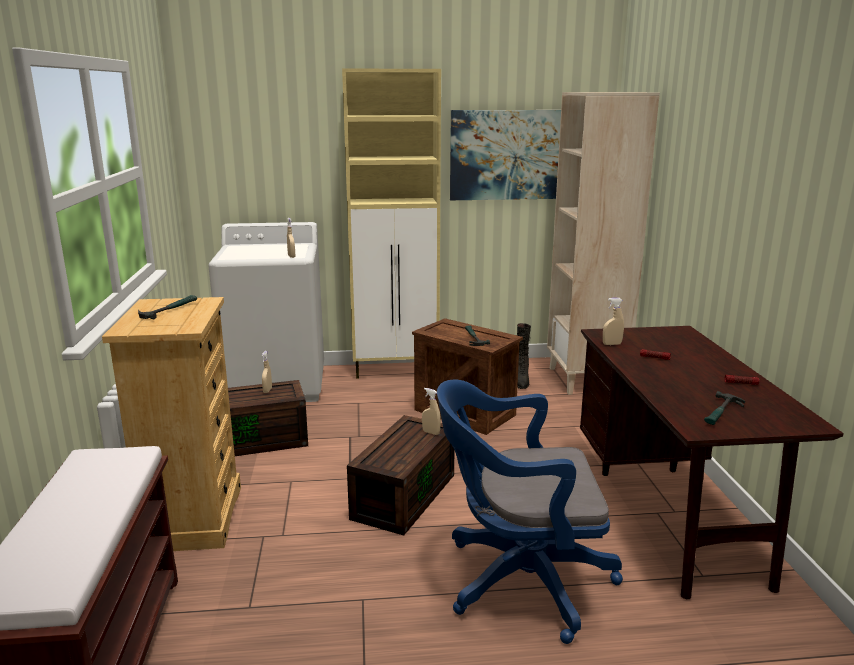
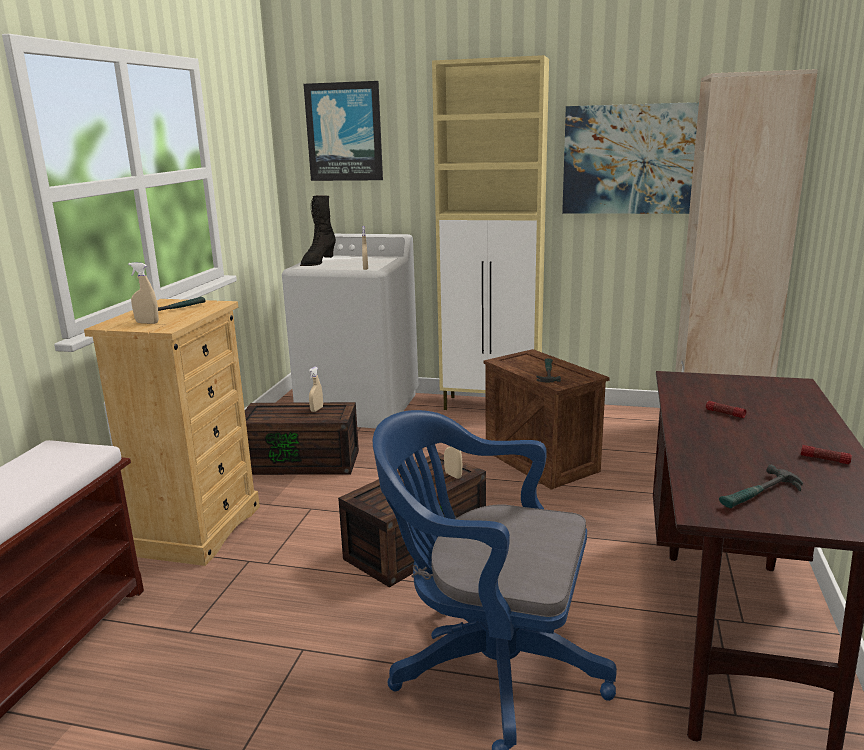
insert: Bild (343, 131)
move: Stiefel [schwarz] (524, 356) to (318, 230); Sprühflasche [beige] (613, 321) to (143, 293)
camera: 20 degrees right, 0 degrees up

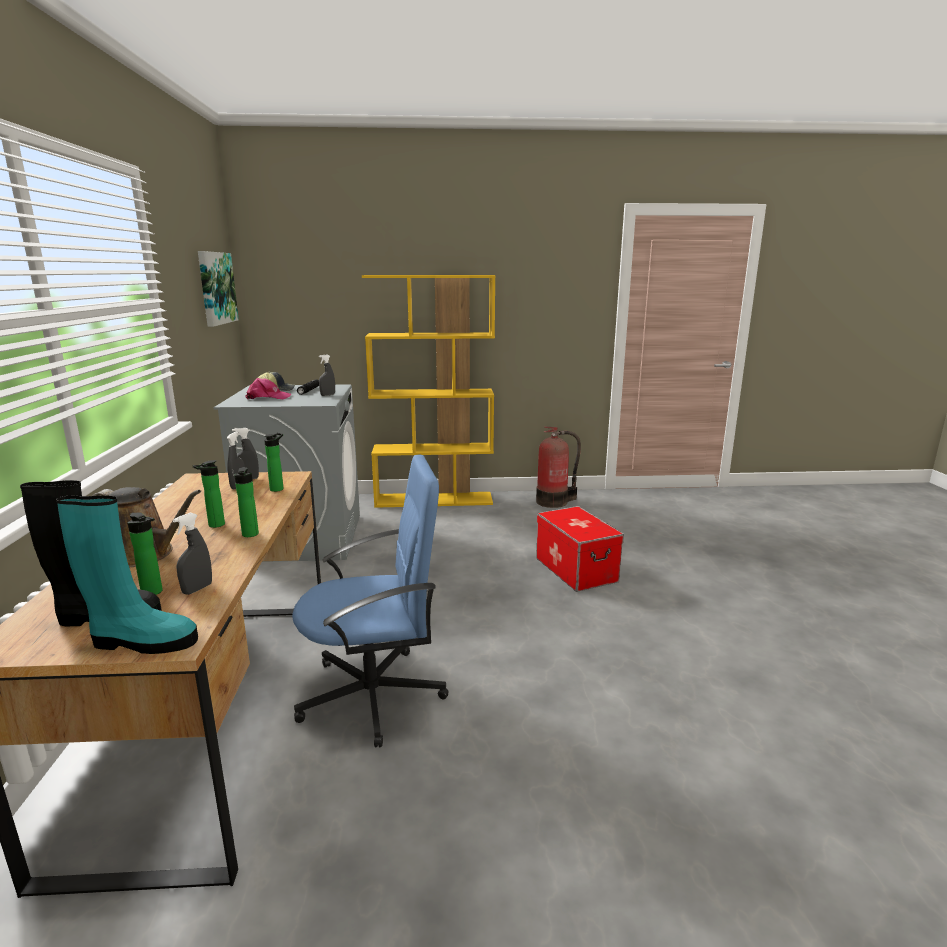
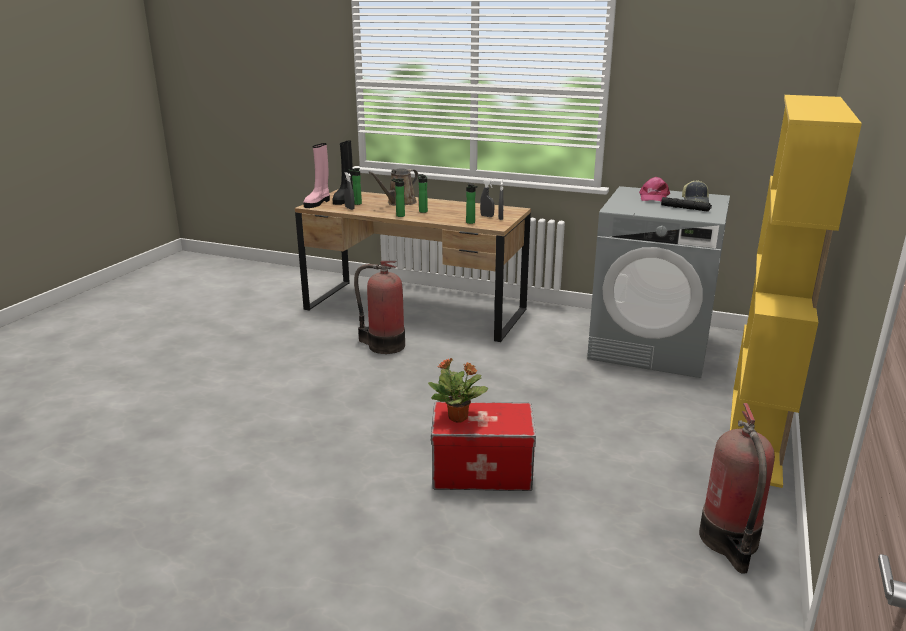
delete: Bild (218, 289); Sprühflasche [grau] (327, 375)
insert: Topfpflanze (458, 390)
replace: Bürostuhl [blau] (370, 601) to Feuerlöscher (379, 307)
recolor: Stiefel [türkis] (127, 574) to Stiefel [rosa] (316, 175)
camera: 115 degrees right, 5 degrees up

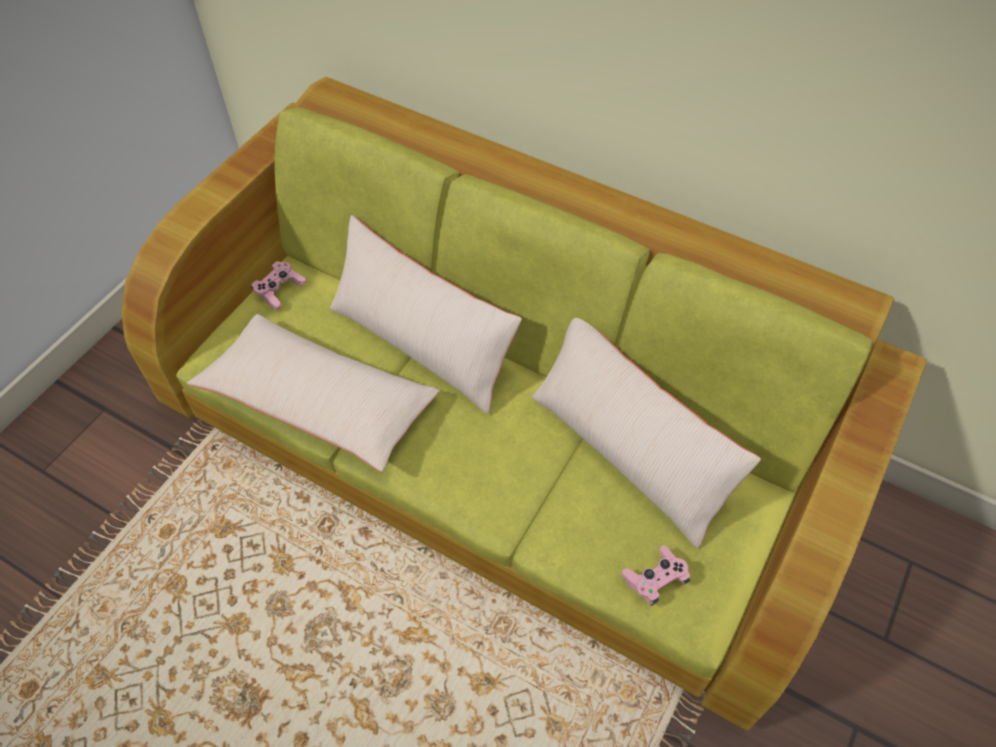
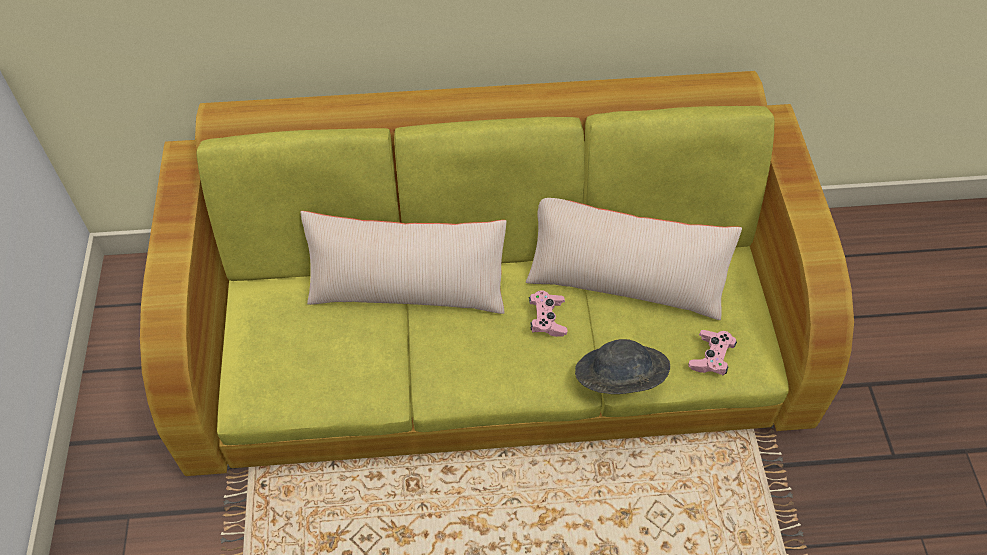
delete: Kissen [beige] (313, 393)
insert: Hut [grau] (622, 366)
move: Gamepad [rosa] (278, 285) to (548, 313)
camera: 35 degrees left, 0 degrees up

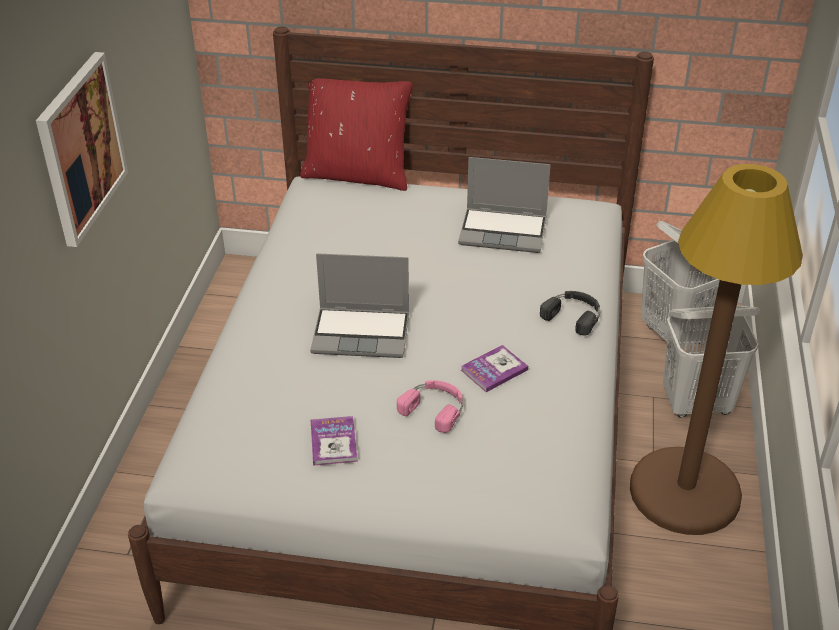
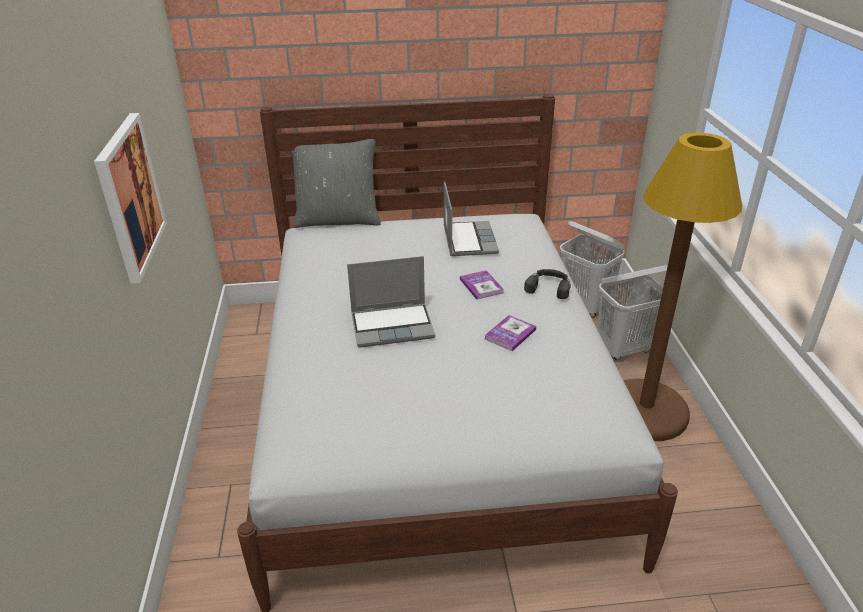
delete: Kopfhörer [rosa] (430, 406)
move: Buch (334, 441) to (482, 285)
recolor: Kissen [rot] (356, 134) to Kissen [grau] (336, 183)
rotate: Laptop (504, 205) = (471, 218) 90 degrees counterclockwise
camera: 15 degrees left, 5 degrees down

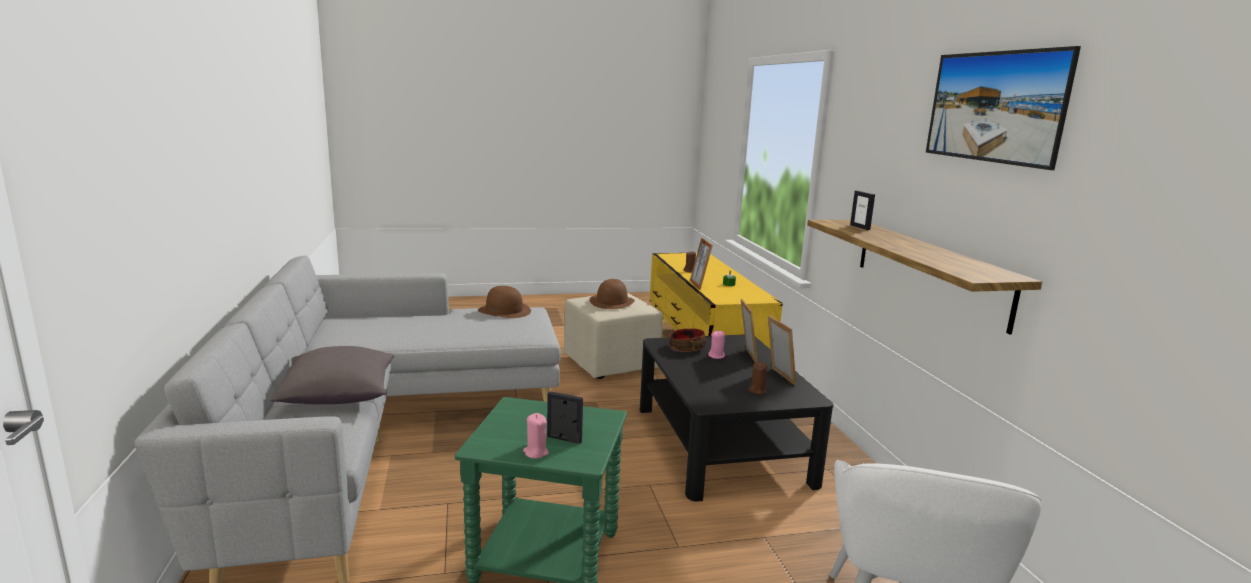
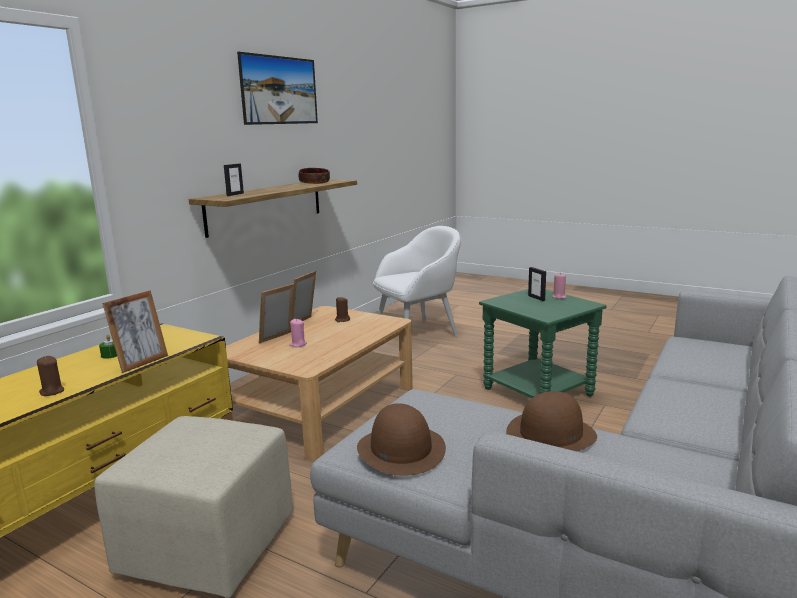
delete: Kissen [grau] (331, 375)
move: Hut [braun] (612, 294) to (551, 421); Schüssel (687, 340) to (314, 176)
recolor: Couchtisch [schwarz] (736, 418) to Couchtisch [beige] (316, 383)
camera: 135 degrees left, 0 degrees up

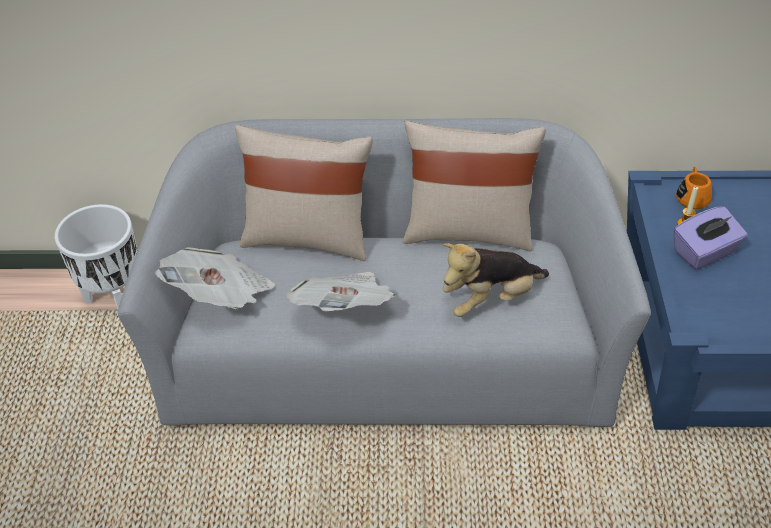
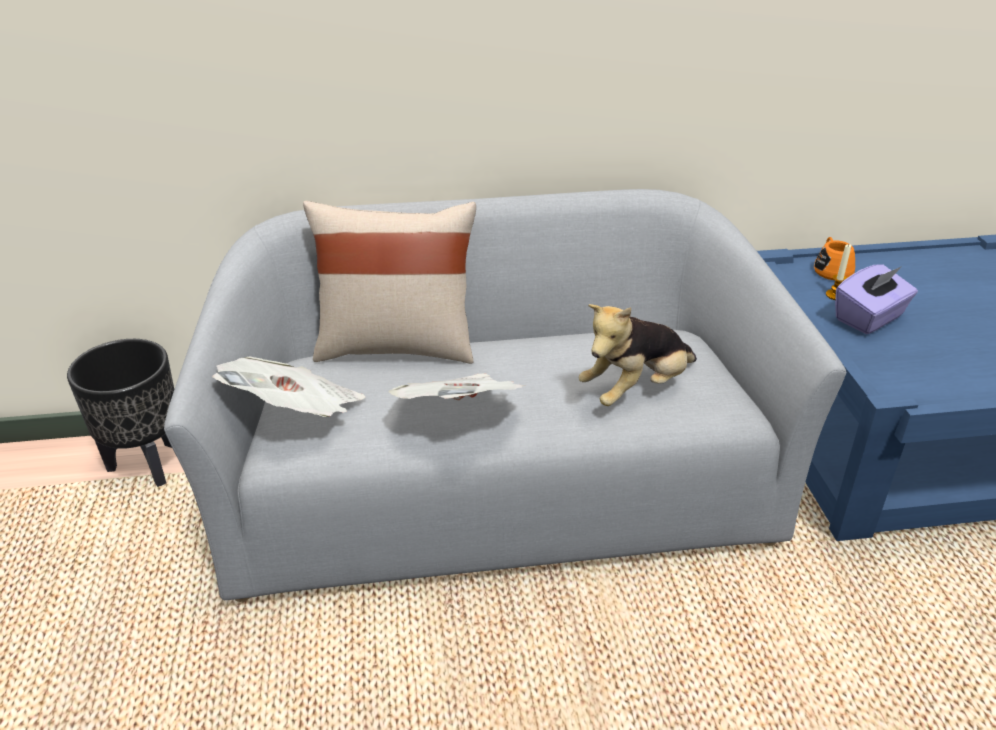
delete: Kissen [beige] (474, 186)
recolor: Pflanzkübel [weiß] (96, 256) to Pflanzkübel [schwarz] (120, 413)
camera: 10 degrees left, 10 degrees down

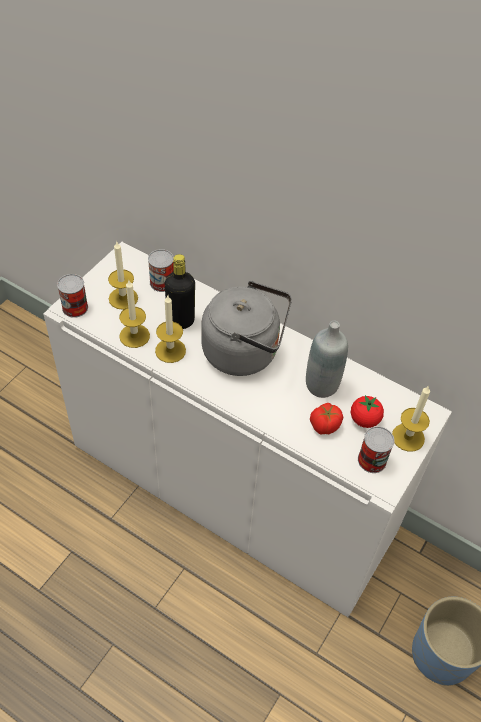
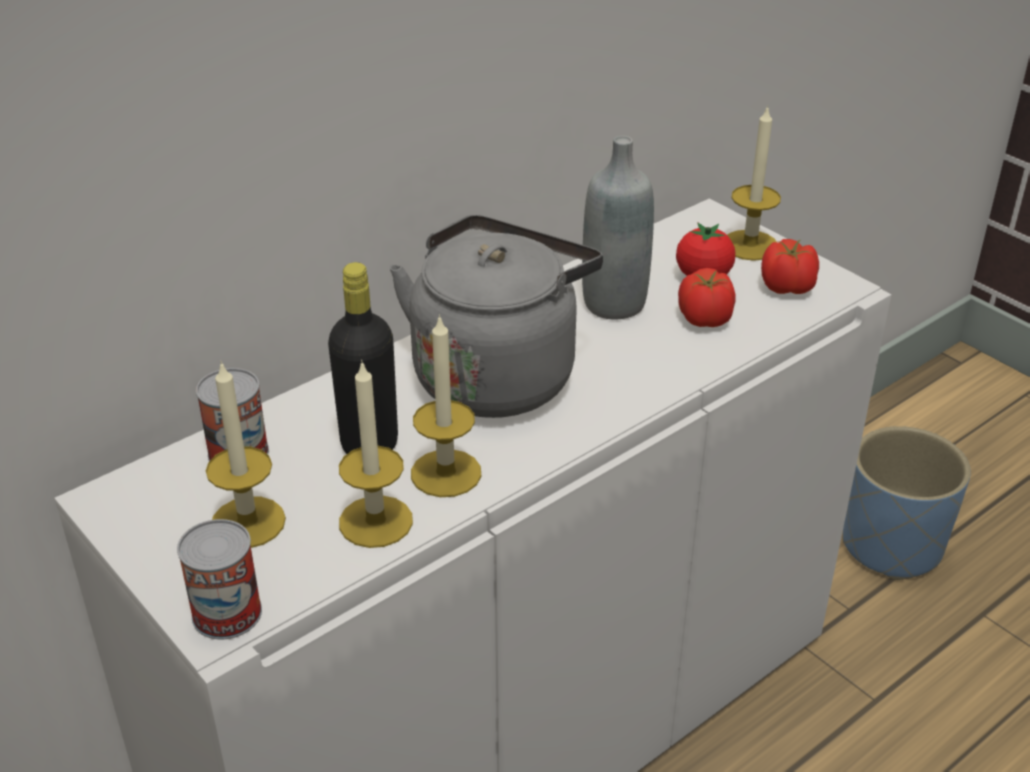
replace: Dose (376, 449) to Tomate (790, 266)
camera: 70 degrees left, 15 degrees down

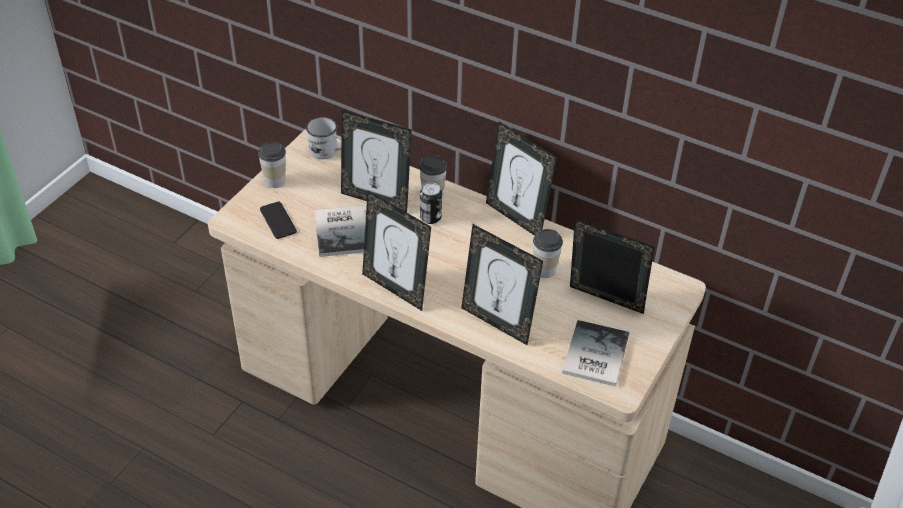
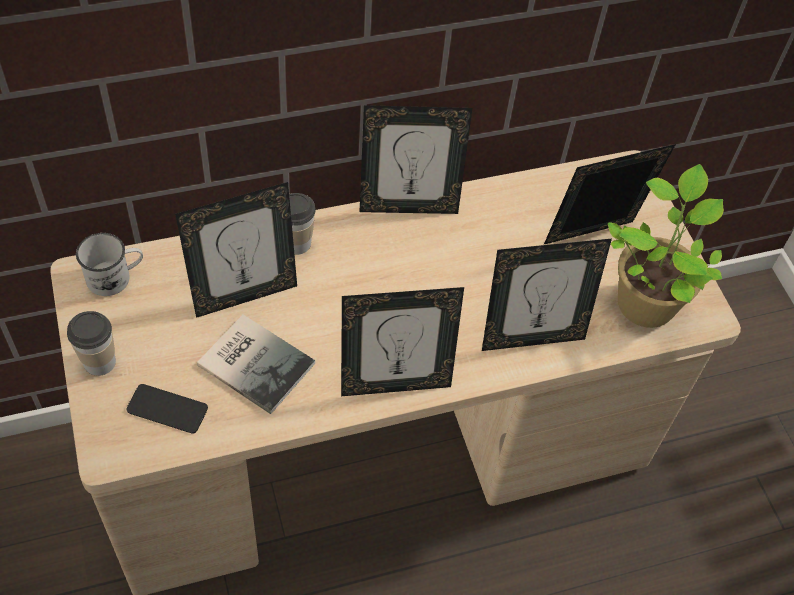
delete: Dose (431, 203); Tasse (548, 253)
replace: Buch (595, 353) to Topfpflanze (666, 246)
camera: 50 degrees left, 10 degrees up

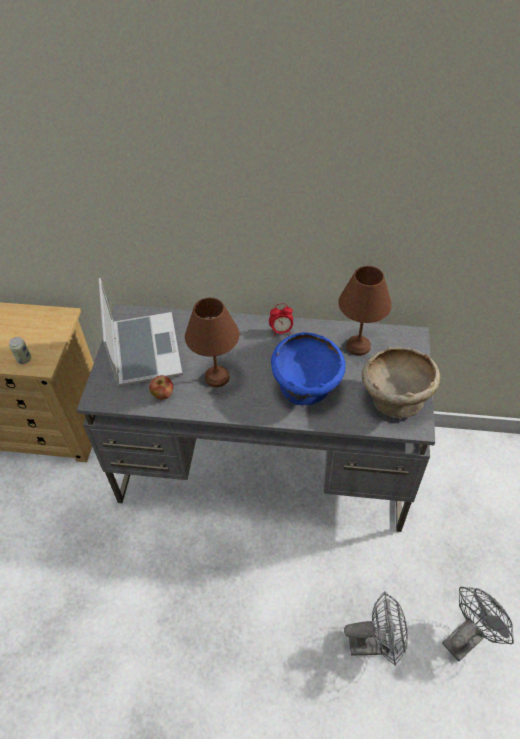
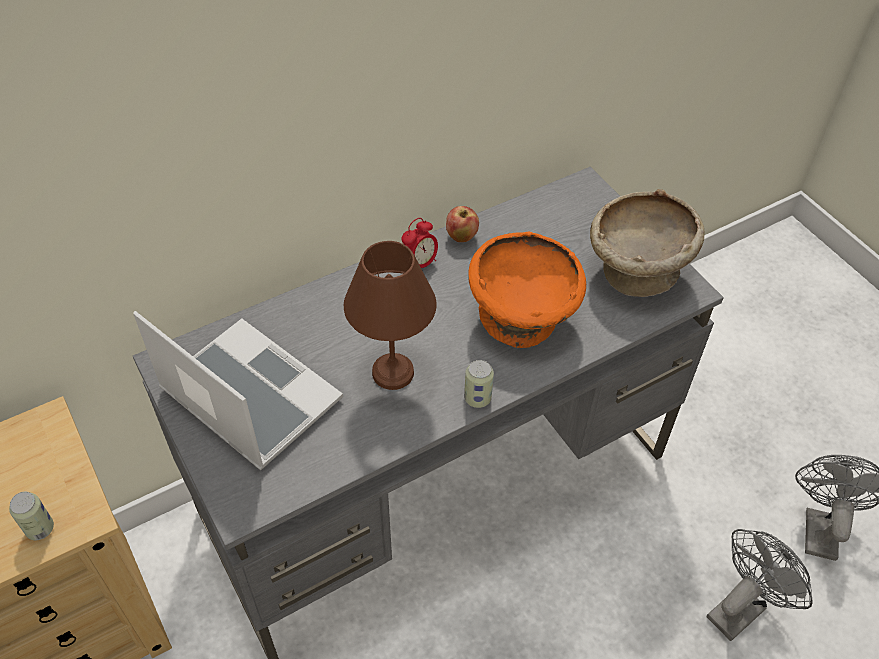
delete: Tischlampe [braun] (365, 311)
insert: Dose (479, 384)
move: Apfel (161, 387) to (462, 224)
recolor: Schüssel [blau] (308, 368) to Schüssel [orange] (527, 290)
camera: 40 degrees left, 0 degrees up

